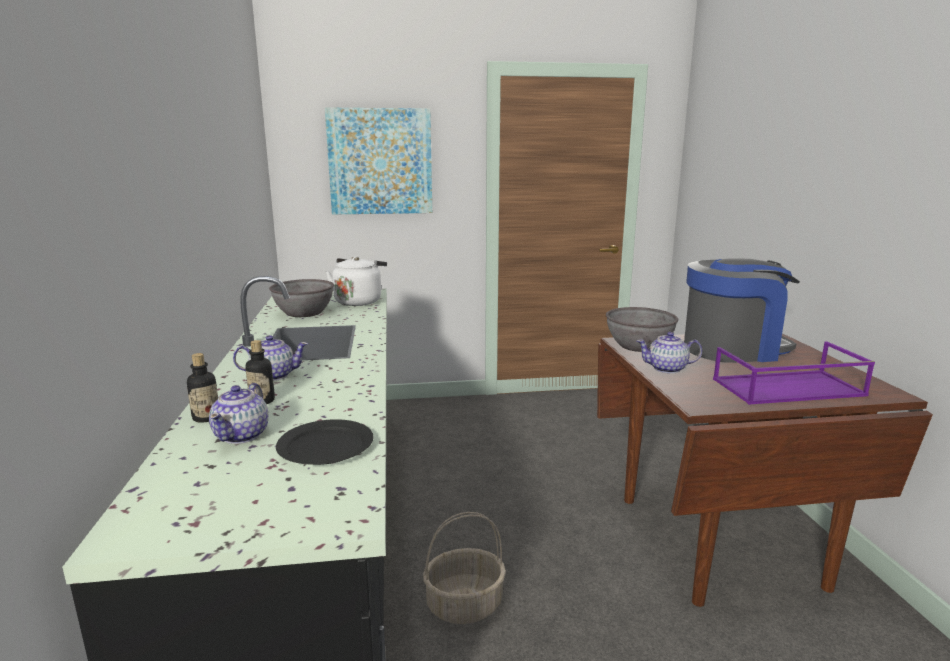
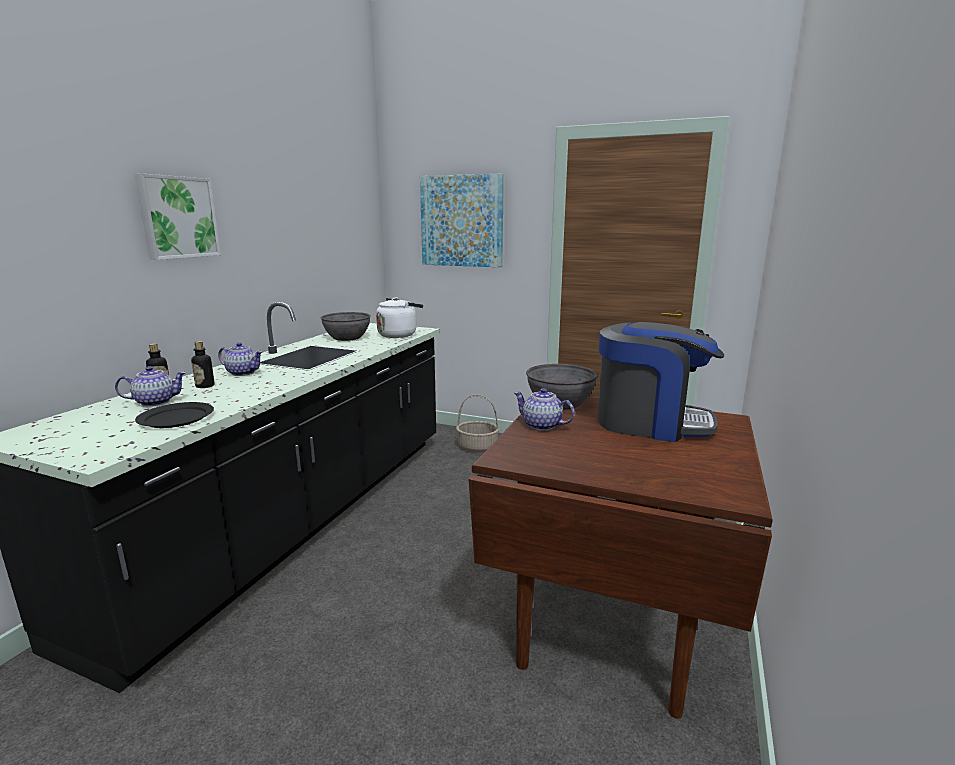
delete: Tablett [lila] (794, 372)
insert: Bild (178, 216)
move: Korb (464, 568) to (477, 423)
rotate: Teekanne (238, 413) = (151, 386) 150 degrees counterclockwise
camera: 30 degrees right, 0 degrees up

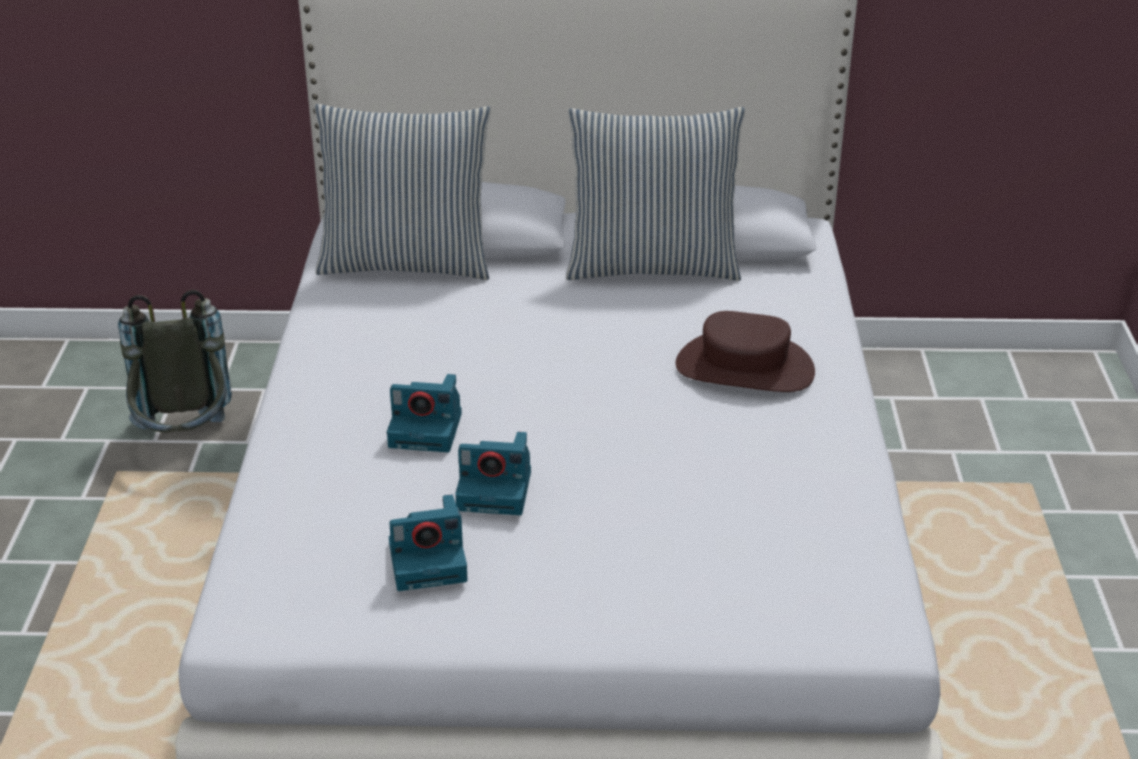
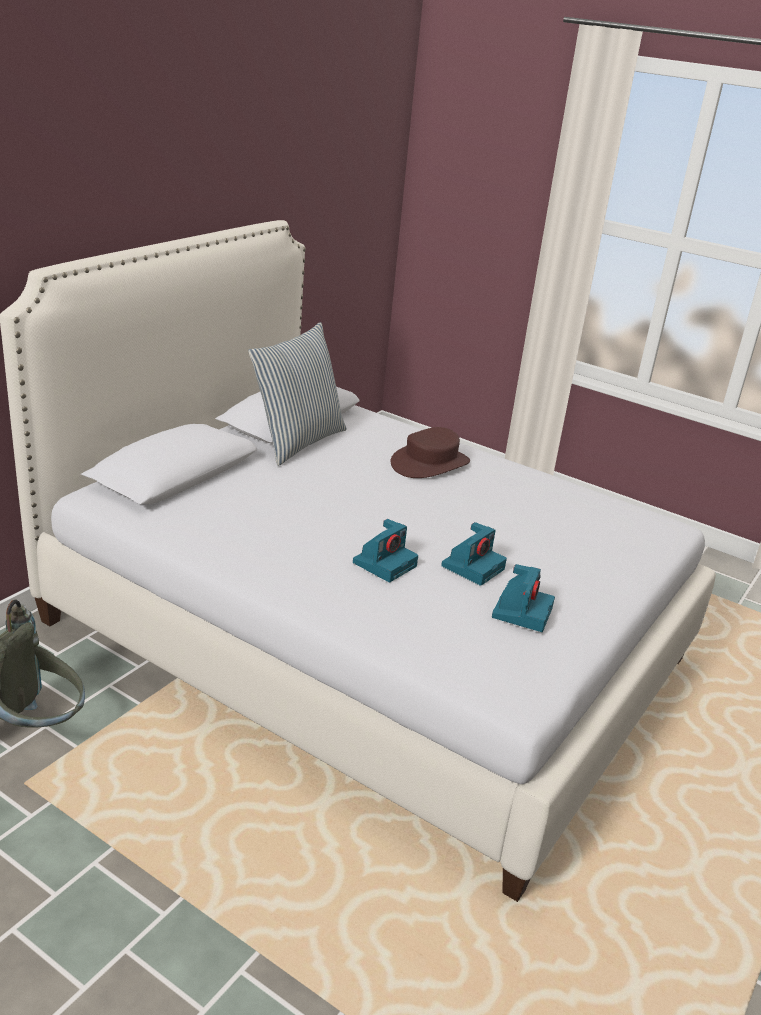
delete: Kissen (403, 192)
camera: 60 degrees left, 5 degrees down

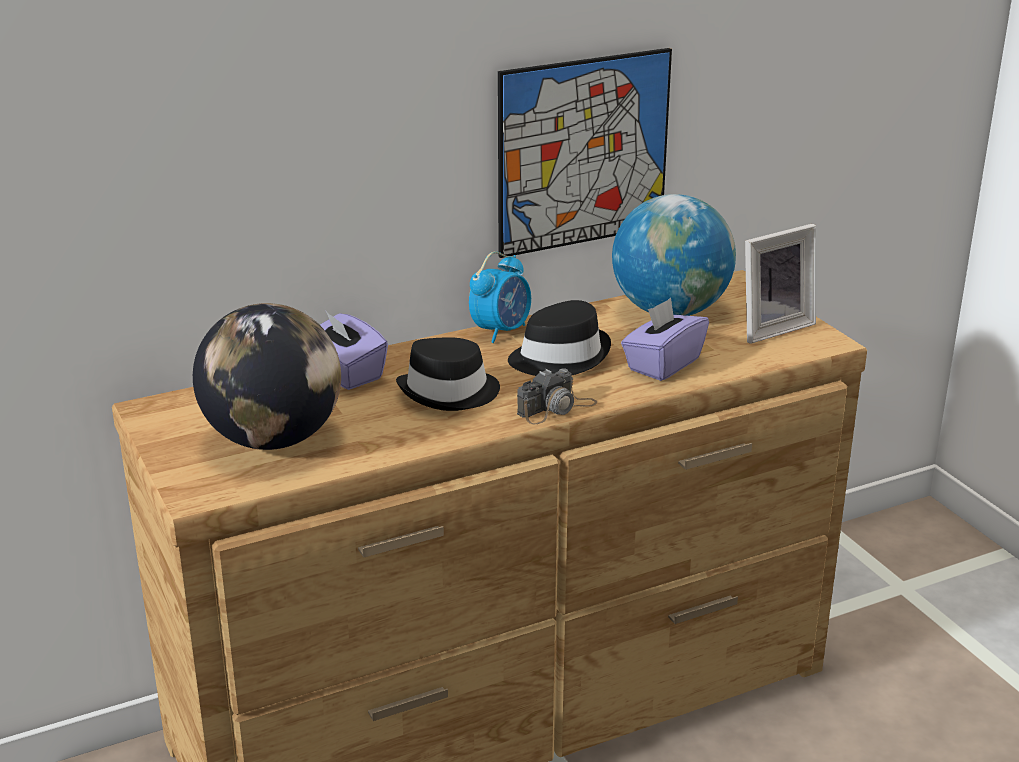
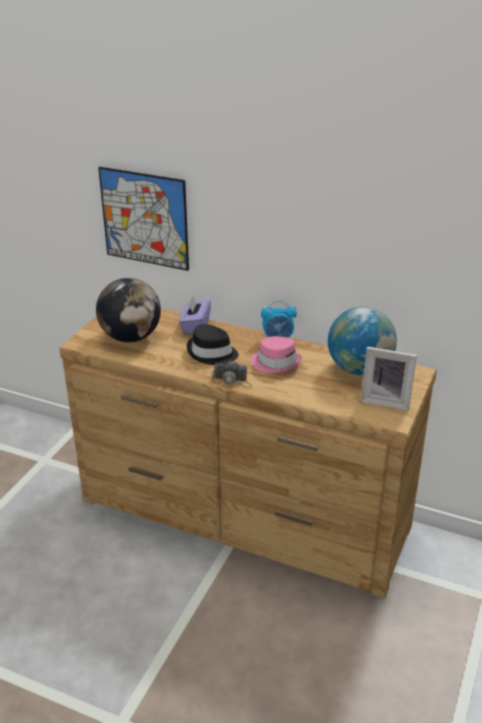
delete: Taschentuchbox [lila] (665, 339)
move: Bild (585, 153) to (143, 219)
recolor: Hut [schwarz] (559, 338) to Hut [rosa] (276, 355)
camera: 50 degrees right, 5 degrees up

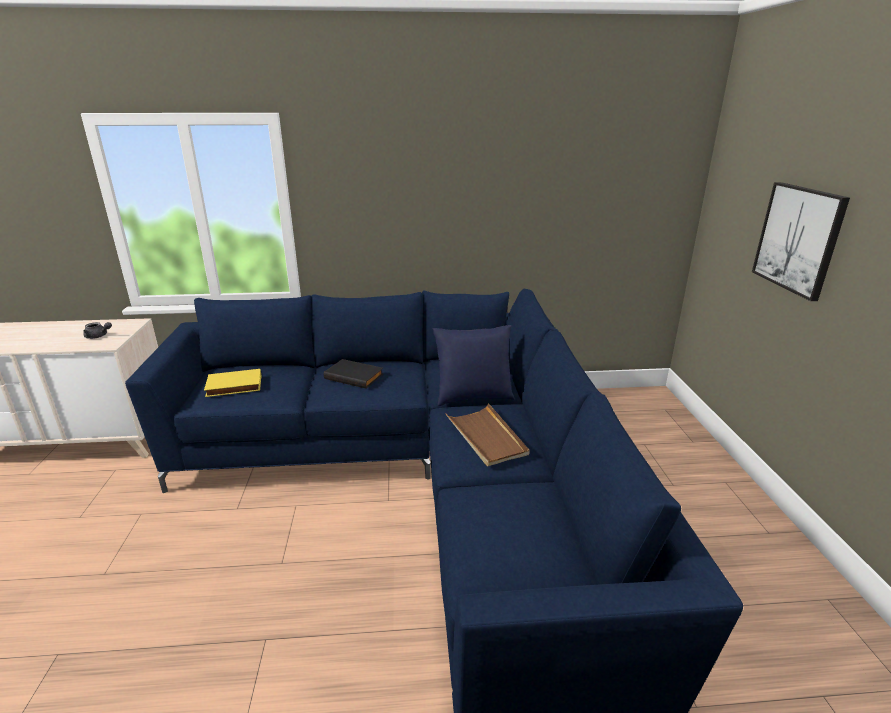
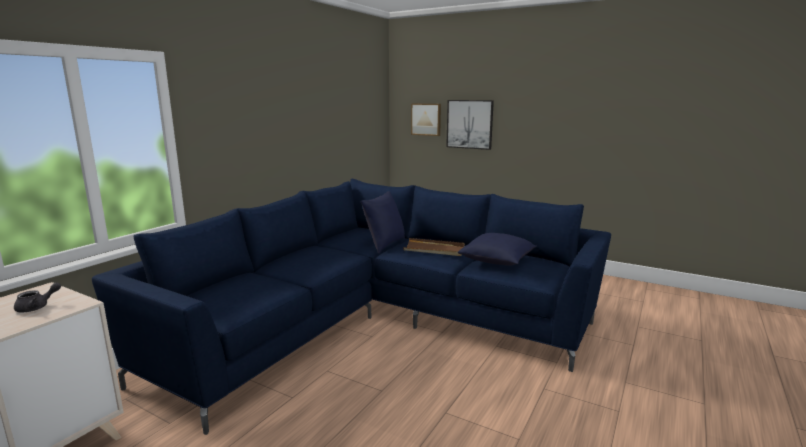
delete: Buch [gelb] (232, 383); Buch [schwarz] (353, 374)
insert: Bild (426, 119); Kissen [blau] (497, 249)
camera: 55 degrees left, 10 degrees down

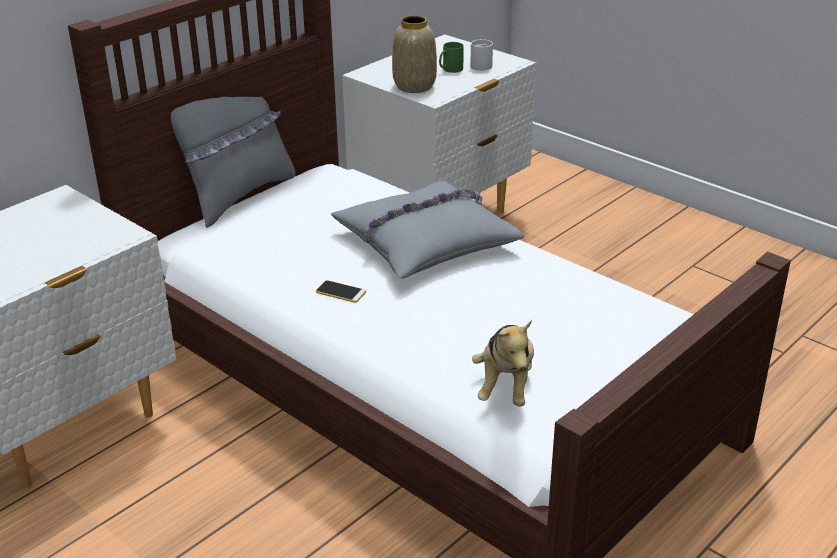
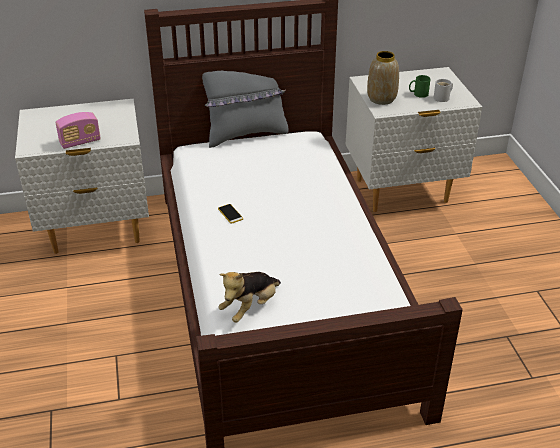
delete: Kissen [grau] (427, 229)
insert: Radio (78, 130)
camera: 35 degrees right, 5 degrees up

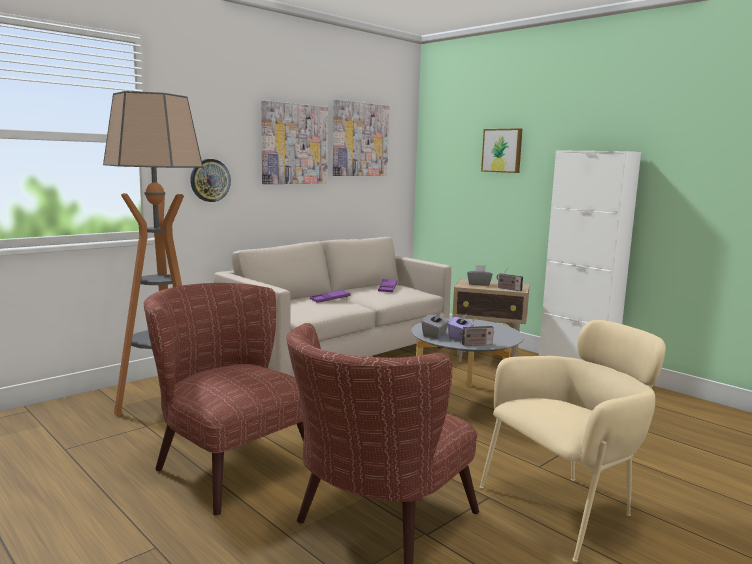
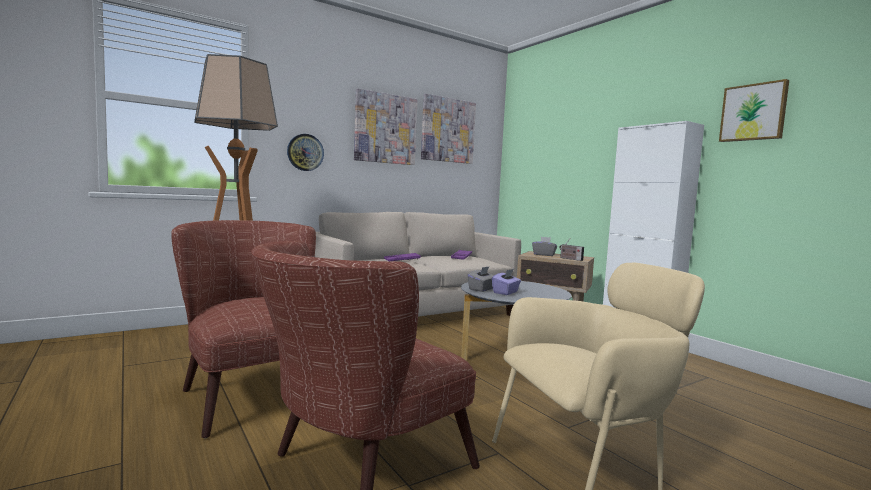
delete: Radio (477, 332)
move: Bild (501, 150) to (754, 110)
camera: 10 degrees right, 5 degrees down

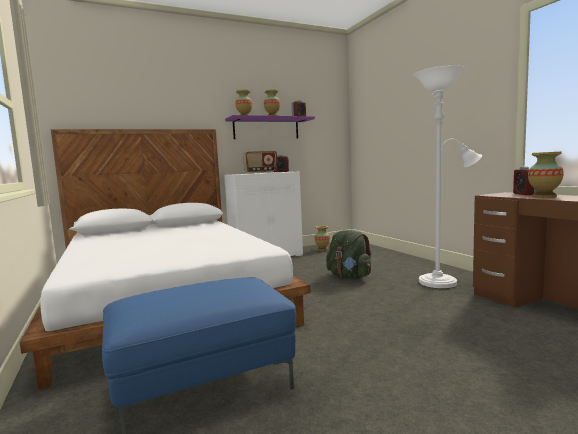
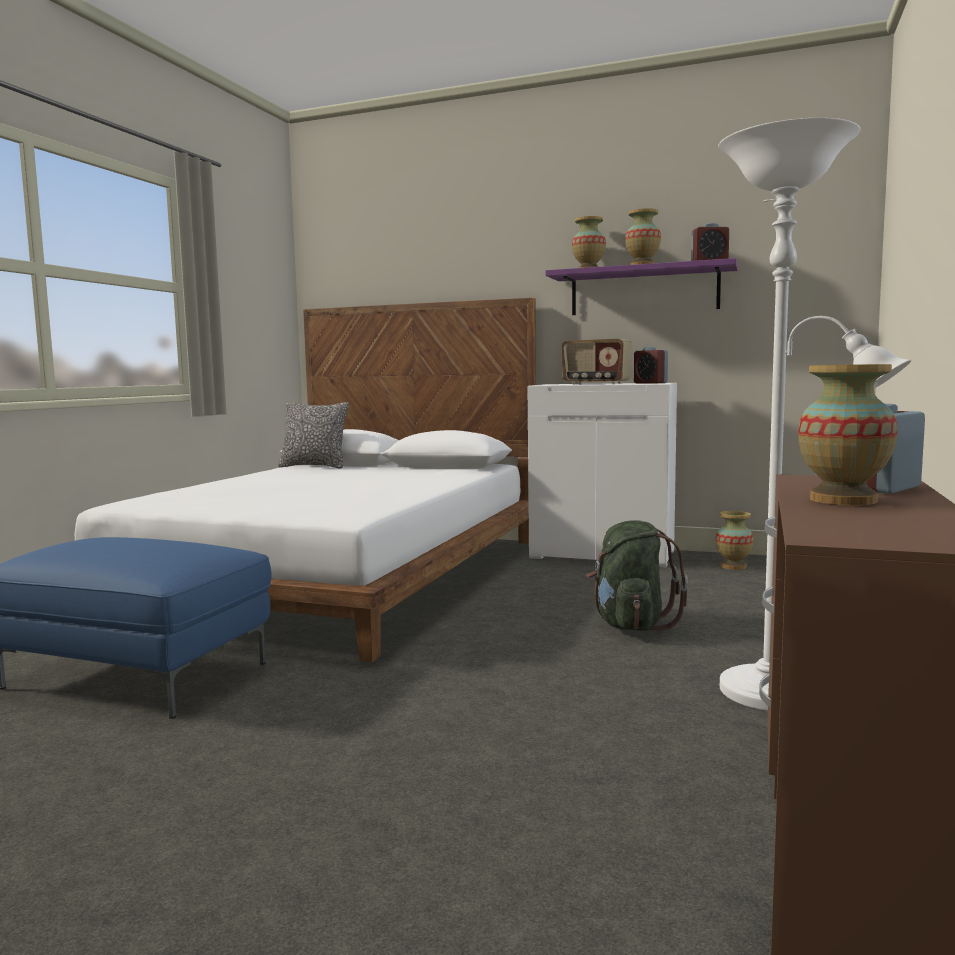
insert: Kissen (313, 435)
camera: 45 degrees right, 0 degrees up

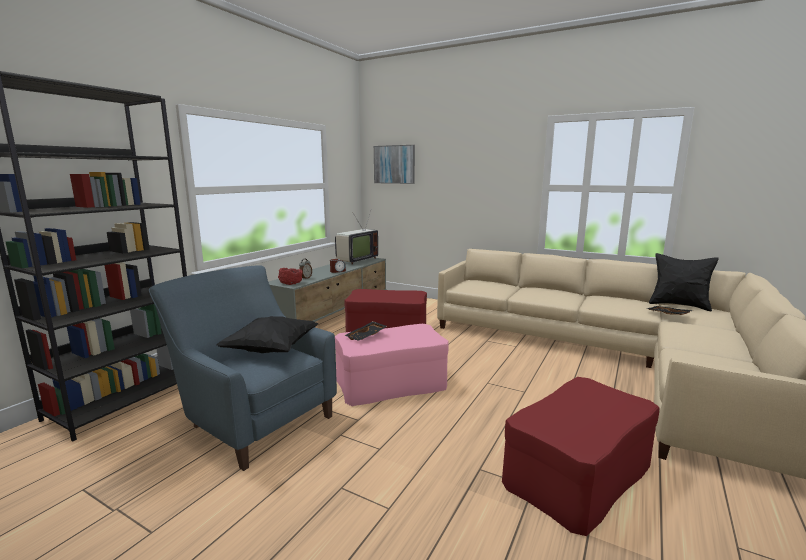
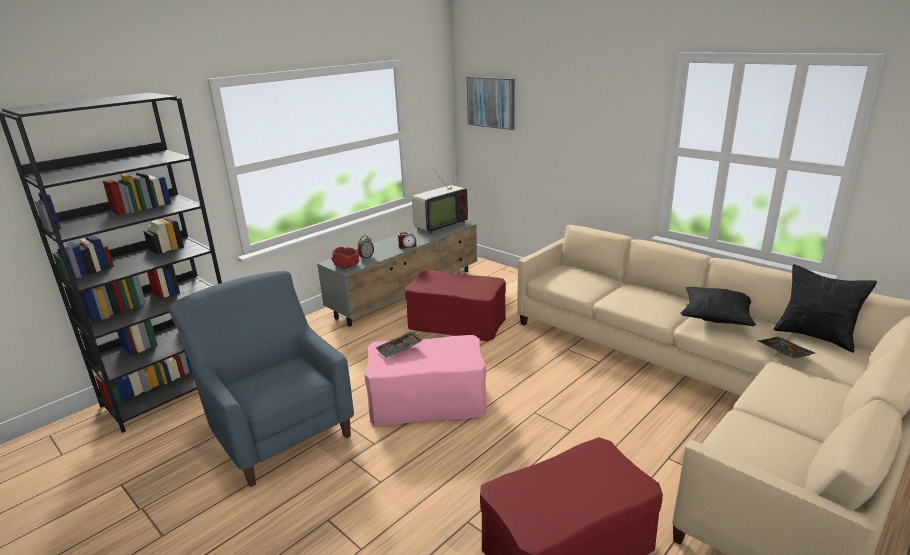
move: Kissen [schwarz] (268, 334) to (718, 306)
camera: 15 degrees right, 10 degrees up

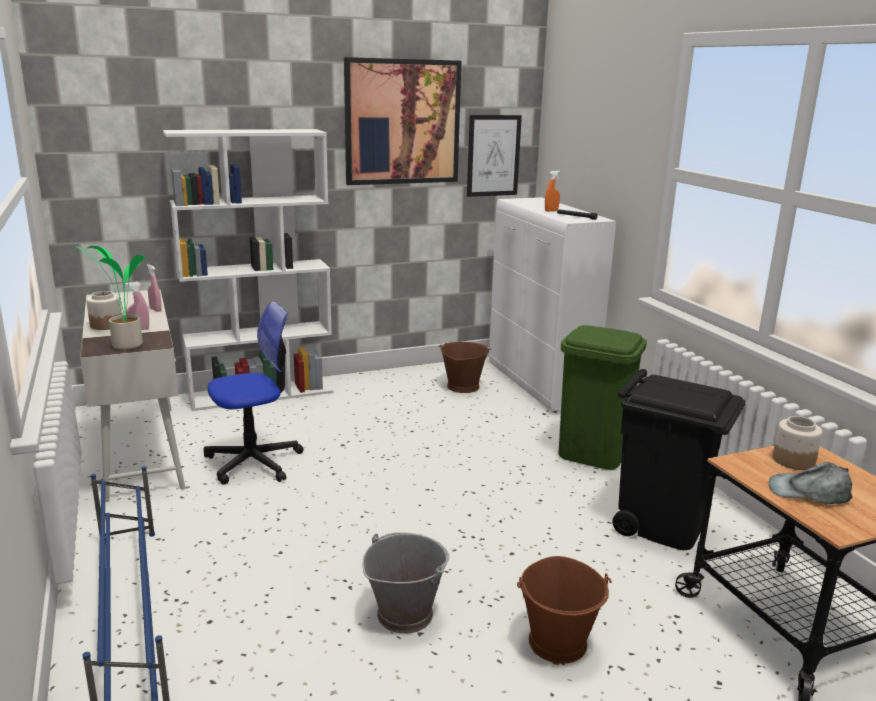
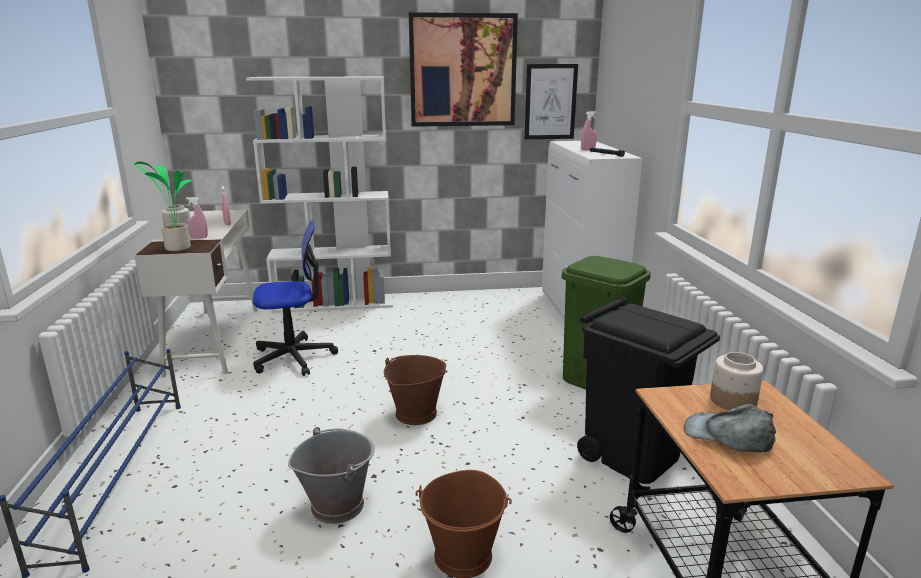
move: Eimer [braun] (465, 367) to (415, 390)
recolor: Sprühflasche [orange] (552, 191) to Sprühflasche [rosa] (589, 130)
camera: 15 degrees right, 0 degrees up

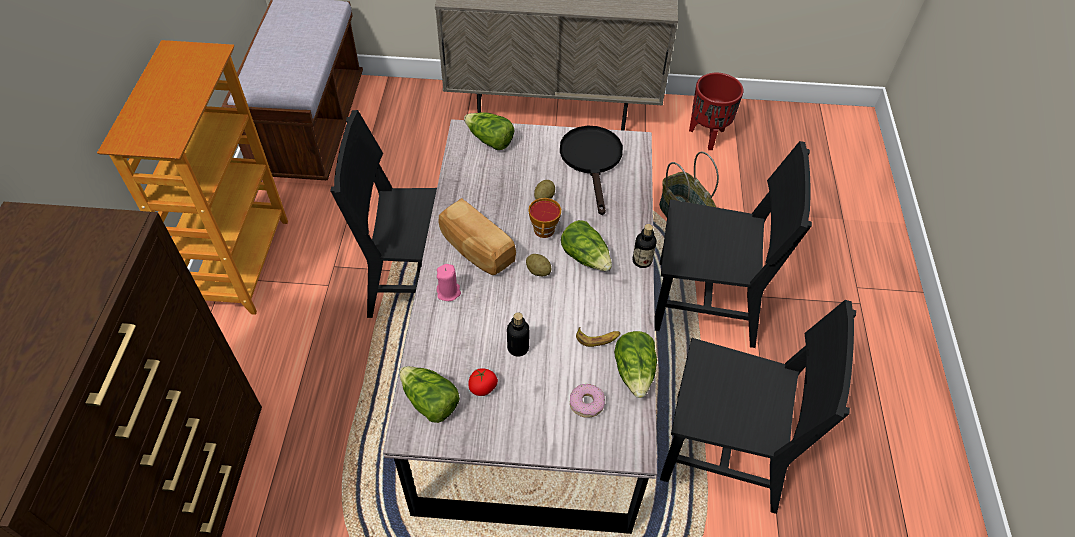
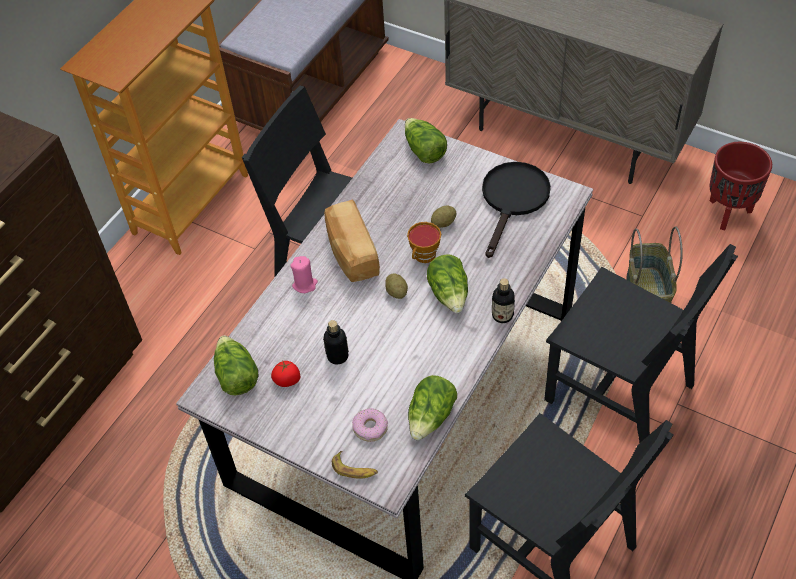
move: Banane (598, 337) to (355, 465)
camera: 30 degrees right, 0 degrees up

